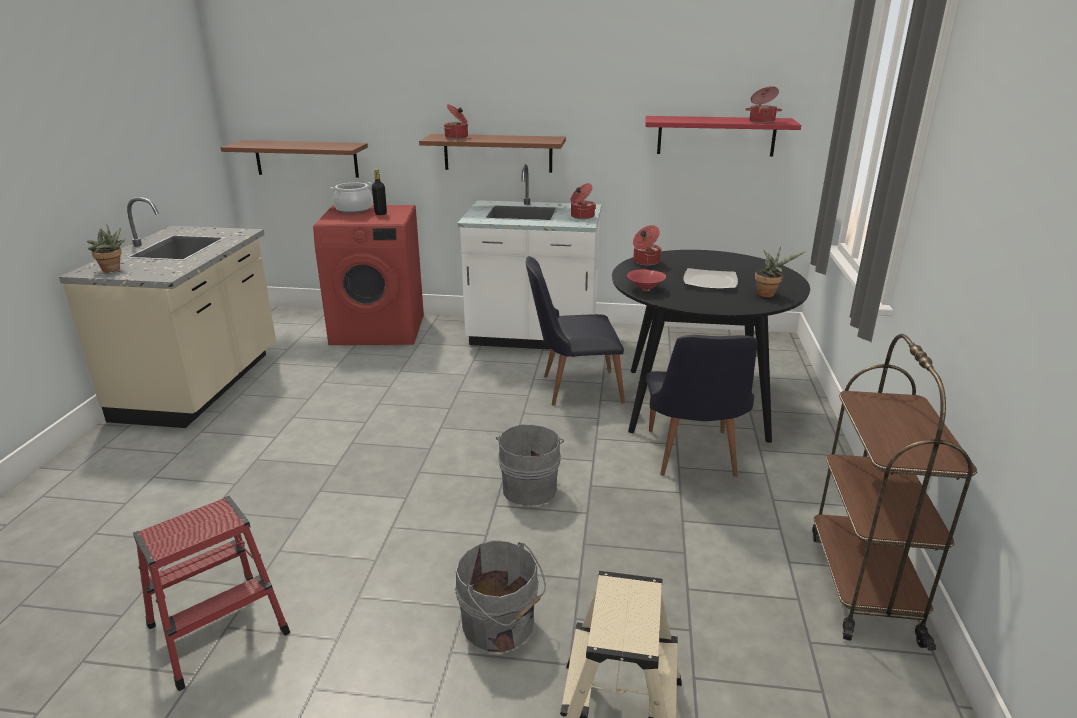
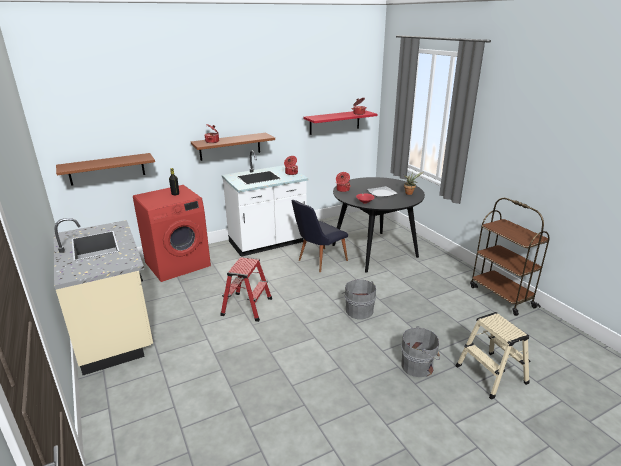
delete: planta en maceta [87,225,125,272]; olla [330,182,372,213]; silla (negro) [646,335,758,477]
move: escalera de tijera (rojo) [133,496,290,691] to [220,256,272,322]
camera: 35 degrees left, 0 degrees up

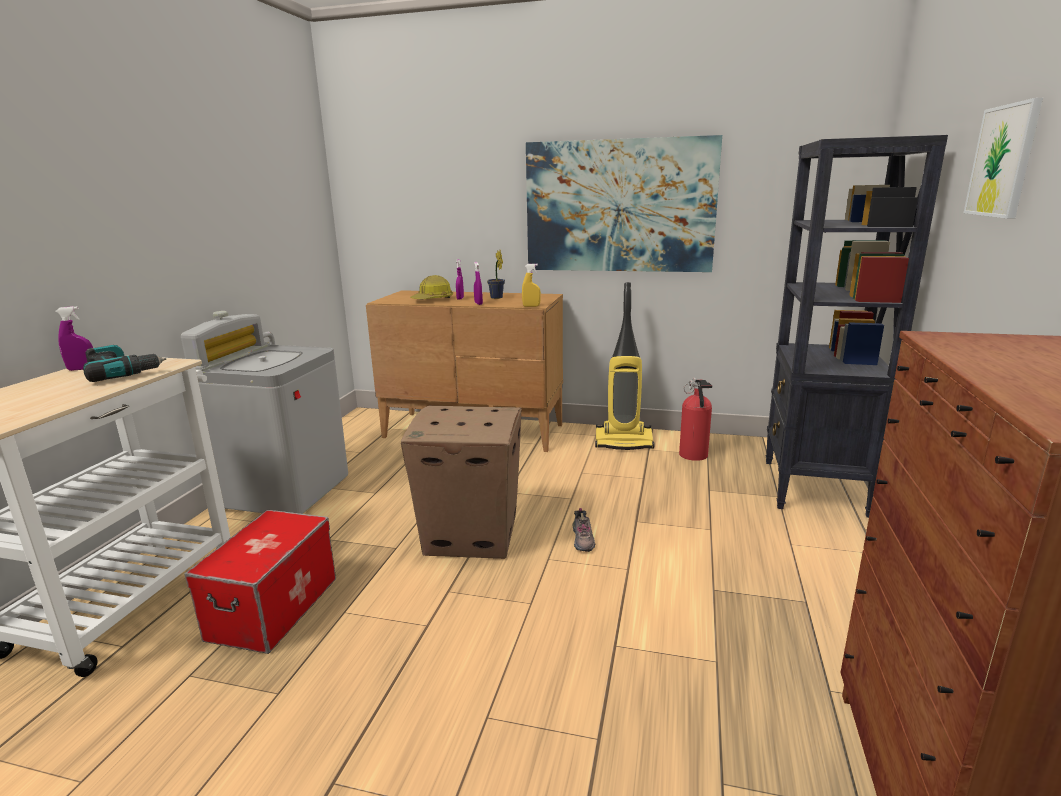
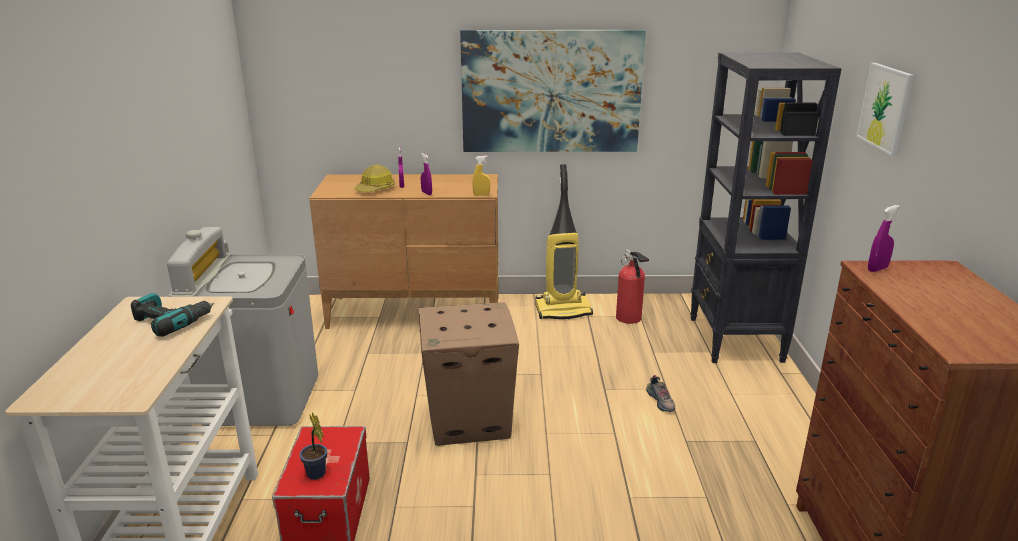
move: planta en maceta [487,250,505,299] to [299,412,327,480]; zapato [572,508,595,552] to [646,375,675,412]; pulverizador (morado) [55,306,93,371] to [868,205,900,272]
camera: 15 degrees left, 5 degrees up

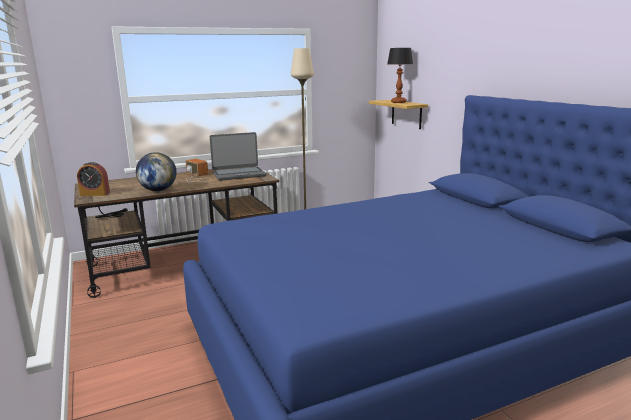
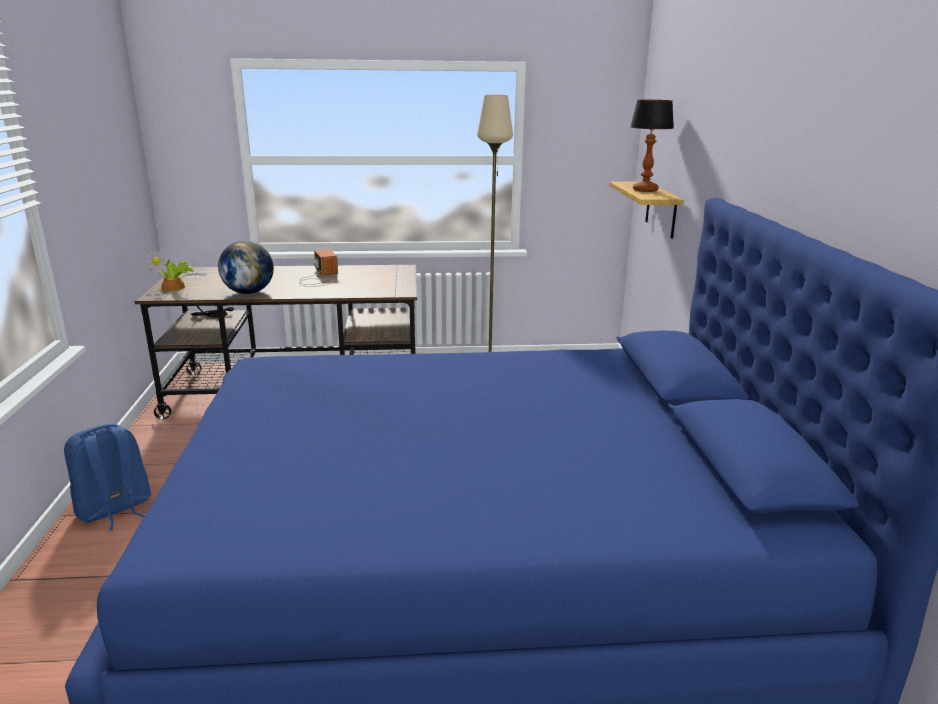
delete: portátil [210,132,266,181]
insert: mochila (azul) [64,423,151,531]
replace: despertador [77,162,110,196] to planta en maceta [147,249,194,291]
camera: 20 degrees right, 5 degrees up

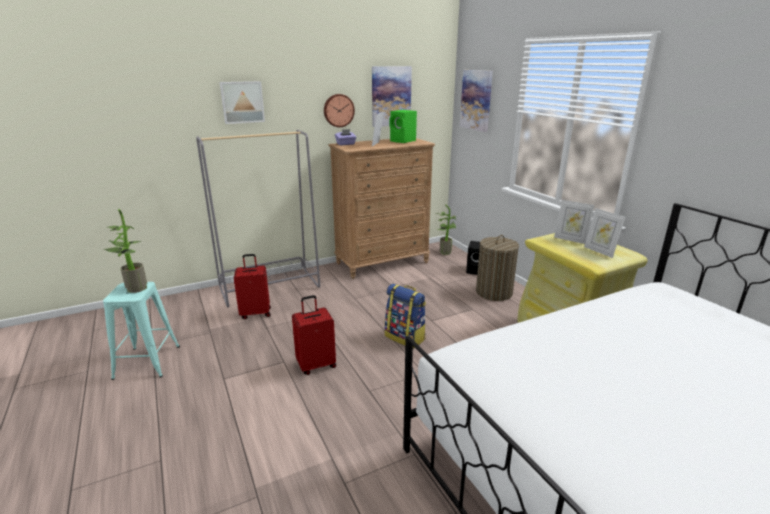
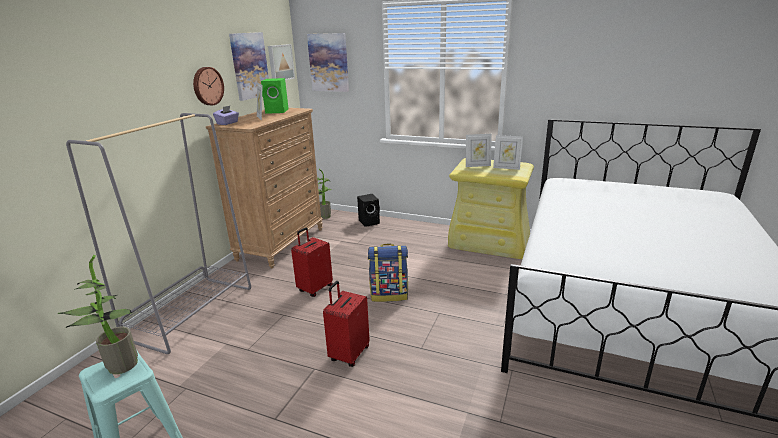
delete: cesto de la ropa [476,235,519,301]
move: cuadro [220,81,265,124] to [268,44,295,80]; maleta (rojo) [234,254,271,319] to [291,228,333,297]
camera: 40 degrees left, 0 degrees up

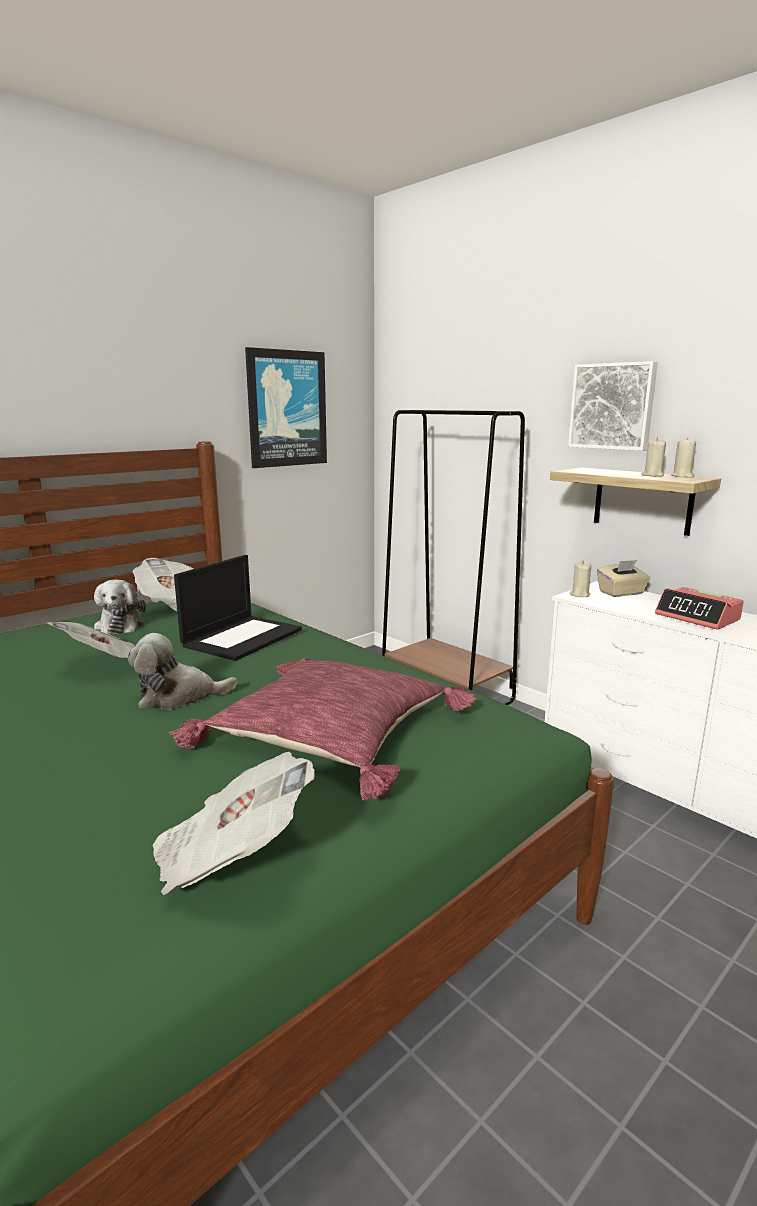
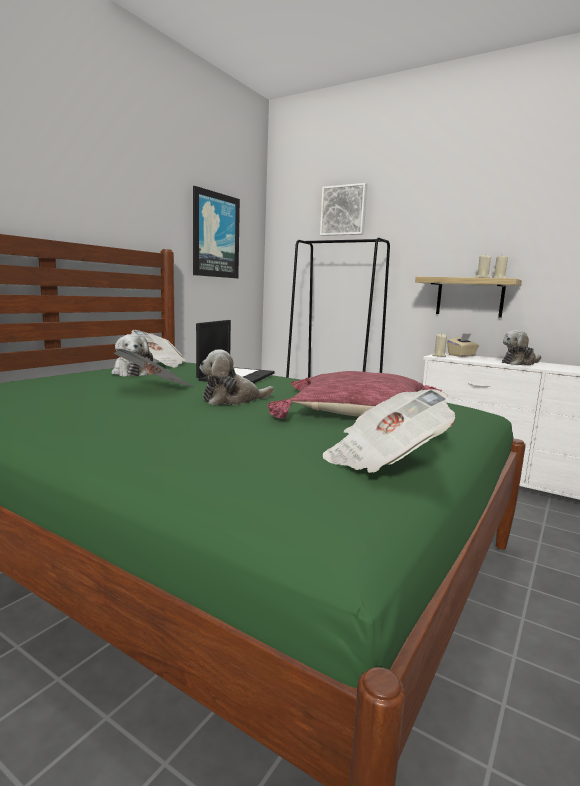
move: cuadro [568,361,658,451] to [320,183,367,236]
replace: despertador [655,587,744,630] to peluche [502,330,541,366]
camera: 15 degrees left, 5 degrees down

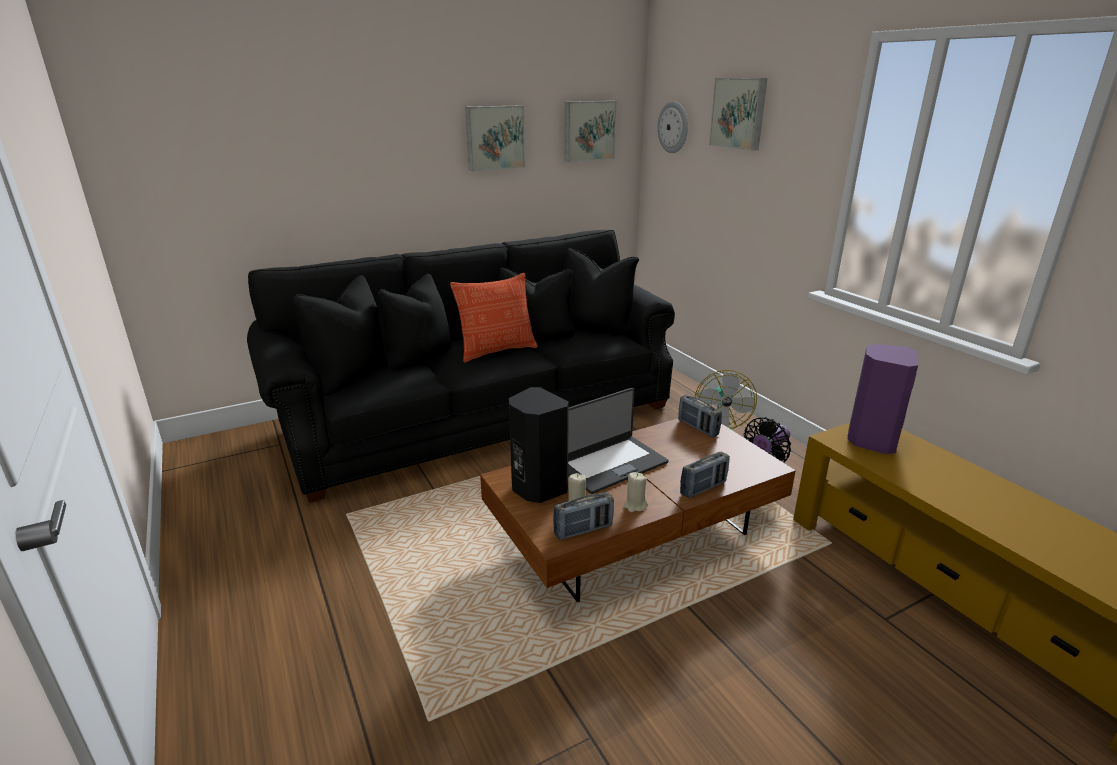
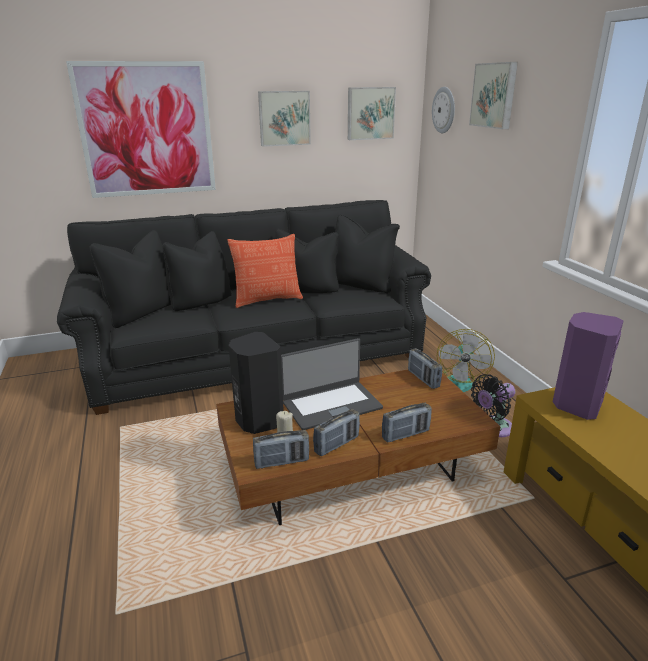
insert: cuadro [66,61,216,198]
replace: vela (beis) [624,472,648,512] to radio [313,409,360,456]
camera: 10 degrees right, 0 degrees up

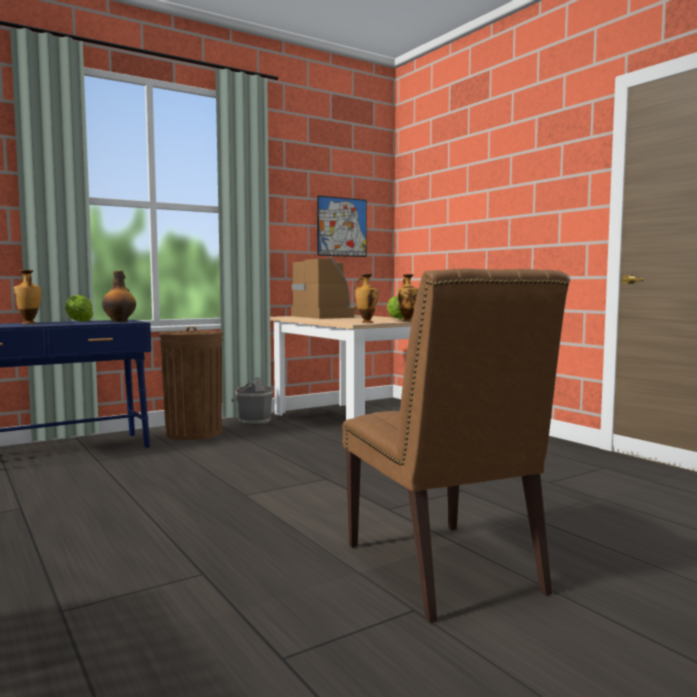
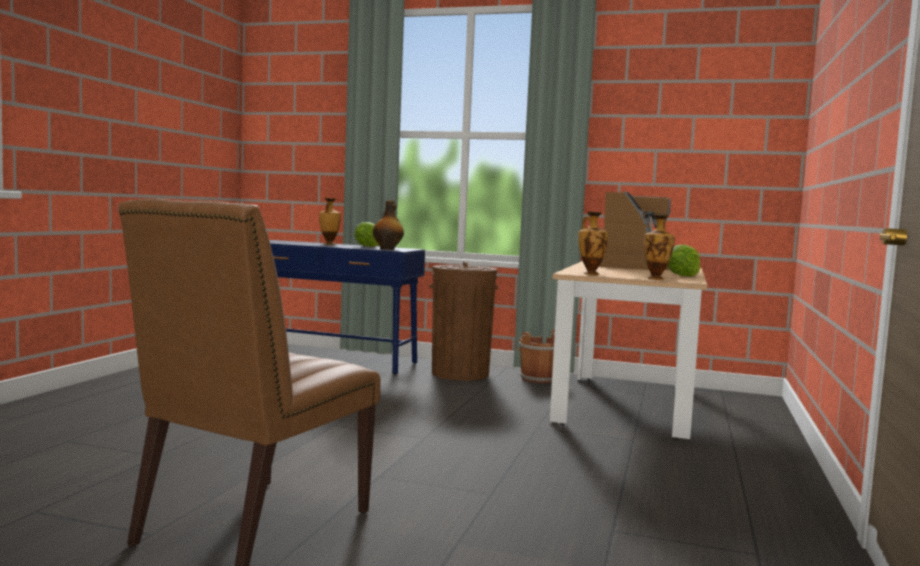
delete: cuadro [317,196,367,257]
recolor: cubo (gris) [231,378,273,425] to cubo (marrón) [516,330,555,383]
camera: 50 degrees right, 0 degrees up

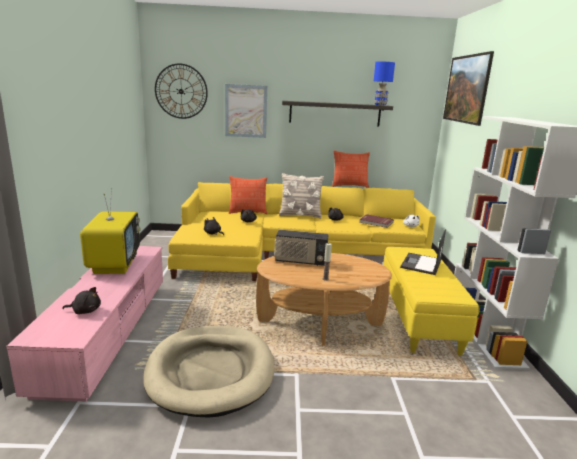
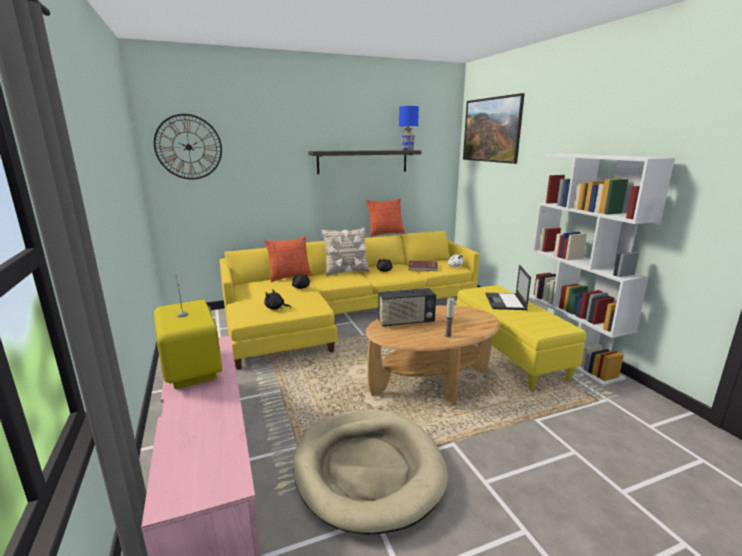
delete: peluche (negro) [62,287,101,314]; cuadro [225,84,268,138]
camera: 20 degrees left, 0 degrees up

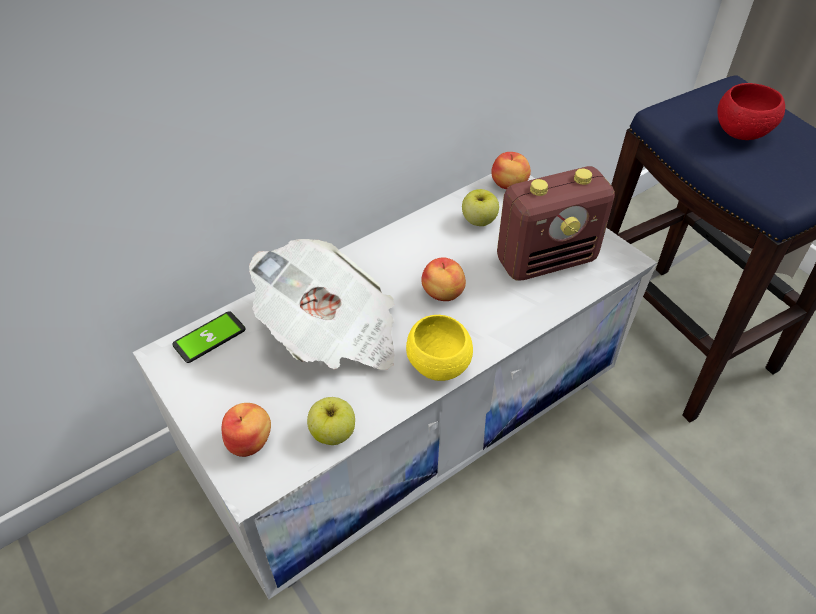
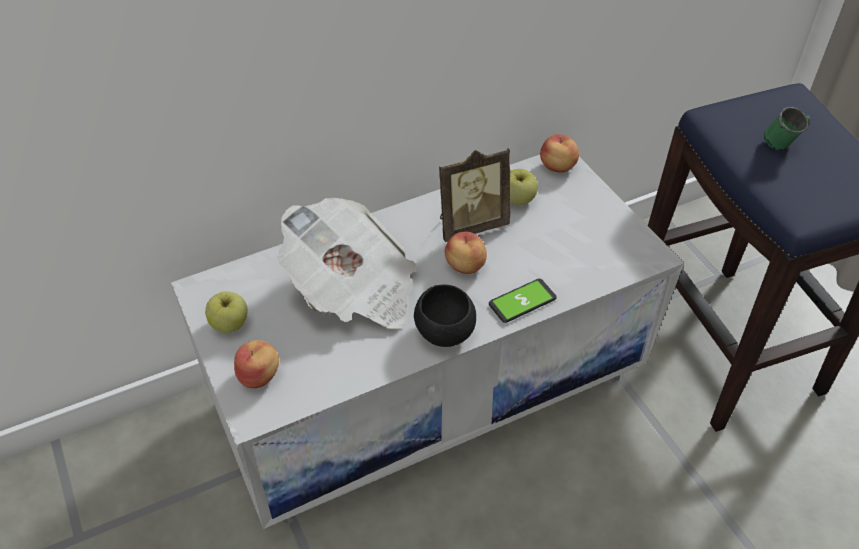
delete: radio [497,166,615,280]
insert: portarretratos [439,148,510,242]
move: manzana [307,397,355,445] to [205,291,248,333]; móvil [172,311,246,363] to [489,279,557,323]
replace: cuenco (rojo) [717,83,785,140] to taza grande (verde) [763,107,810,150]
recolor: cuenco (amarillo) [406,315,473,381] to cuenco (negro) [414,284,476,347]
camera: 10 degrees right, 0 degrees up

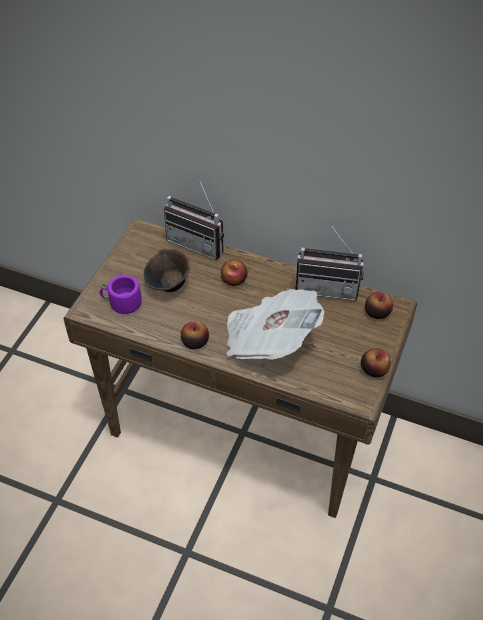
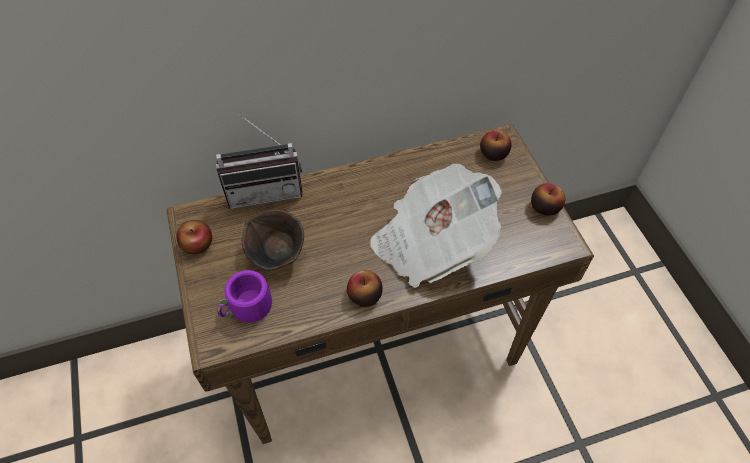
delete: radio [295,222,364,301]
move: manzana [221,259,247,286] to [177,220,212,254]
camera: 40 degrees left, 5 degrees up

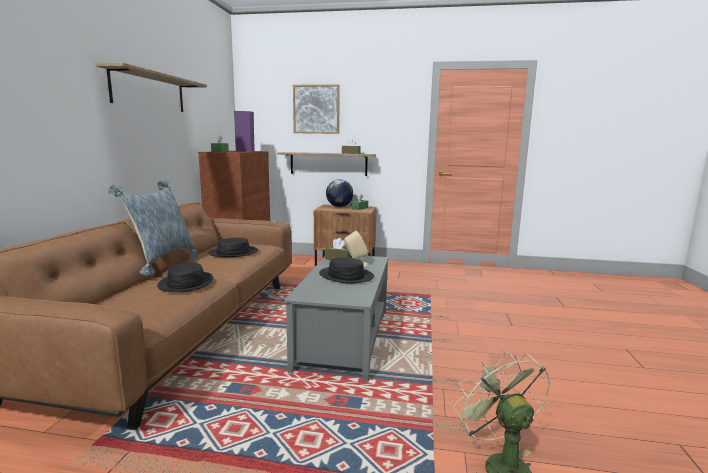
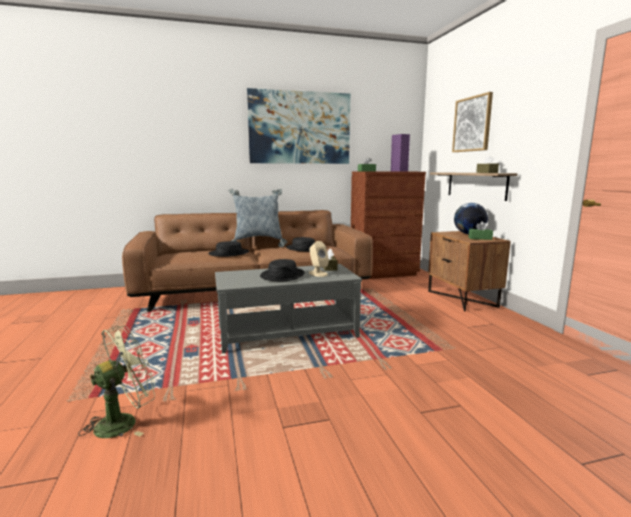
replace: estante [96,63,207,112] to cuadro [247,88,350,164]
camera: 65 degrees right, 0 degrees up

